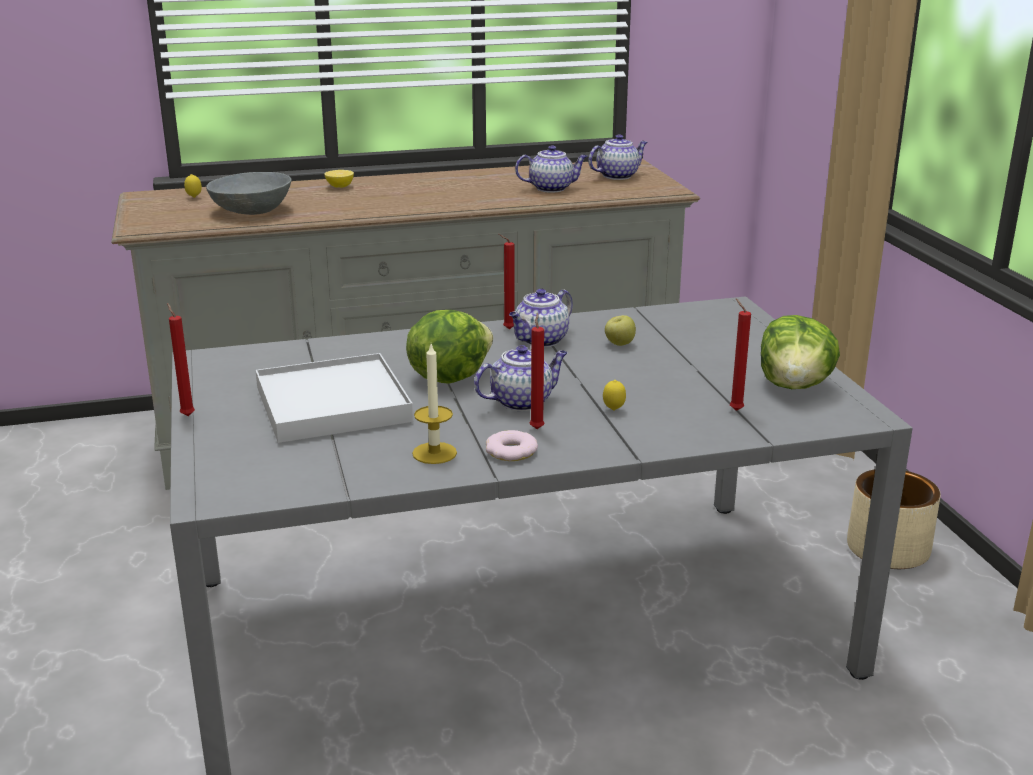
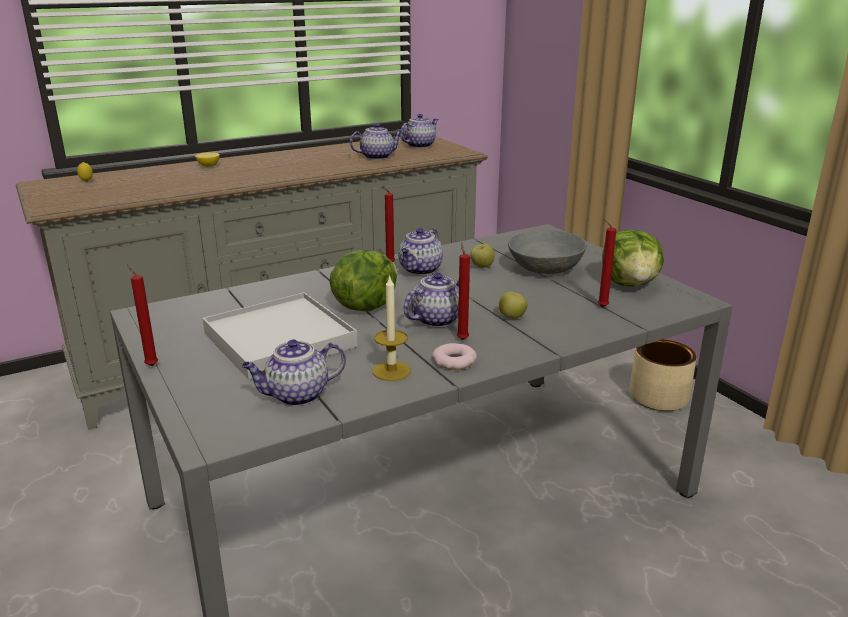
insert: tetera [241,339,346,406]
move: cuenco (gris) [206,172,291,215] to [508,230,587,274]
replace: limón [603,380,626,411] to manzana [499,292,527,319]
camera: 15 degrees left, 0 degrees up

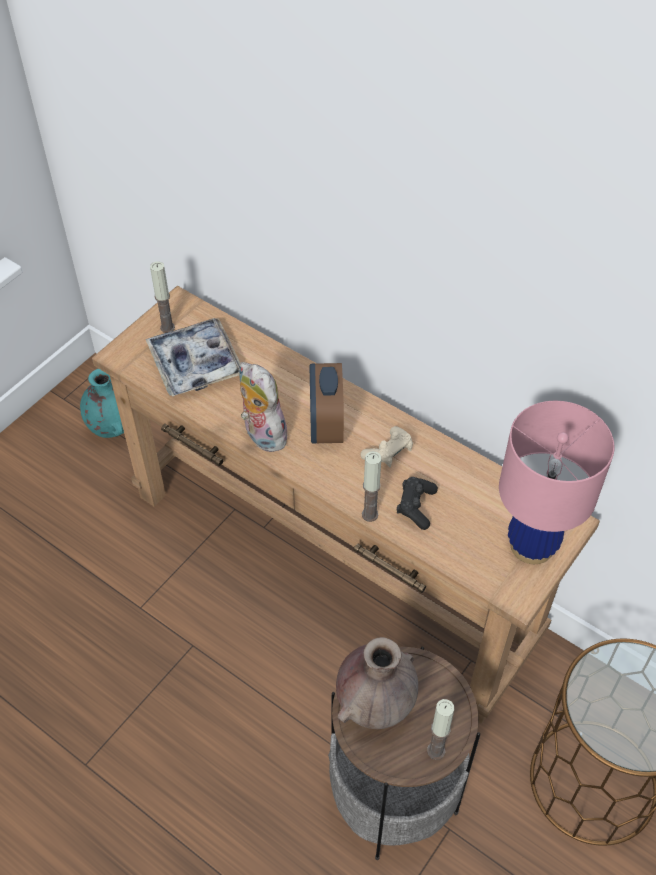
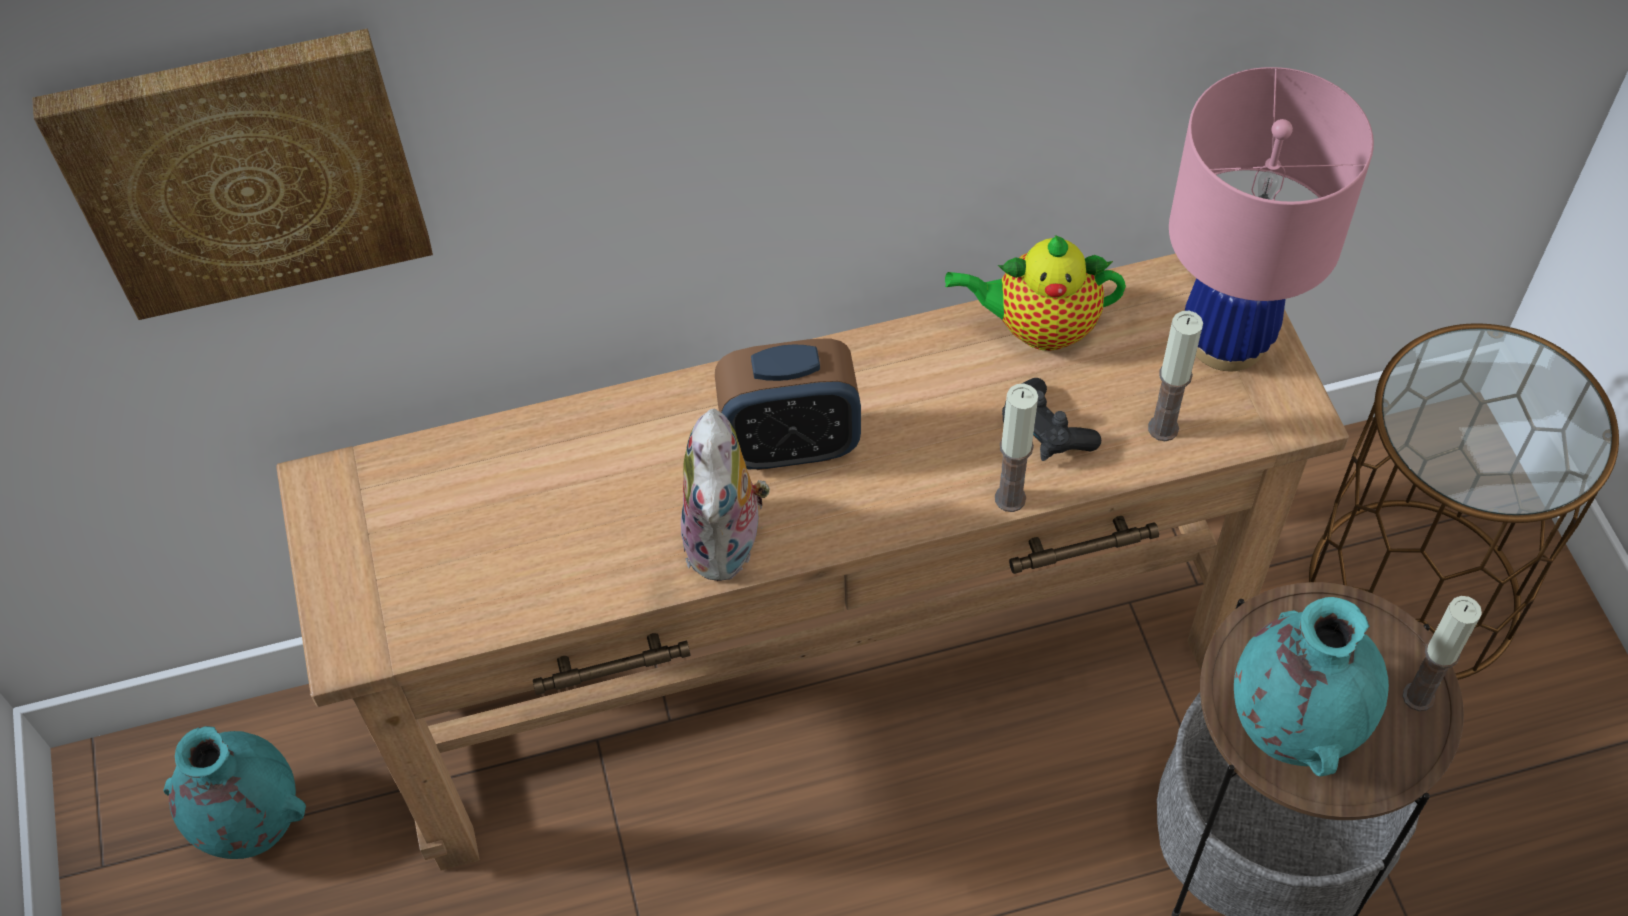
delete: bandeja [146,318,240,397]; mando de consola (beis) [360,426,413,467]
insert: cuadro [32,29,433,320]; tetera [945,235,1126,351]
move: vela [150,261,175,333] to [1148,311,1203,441]
recolor: florero (marrón) [336,637,418,729] to florero (turquesa) [1234,597,1389,776]
rotate: peluche [240,362,287,452] = [681,409,770,581] 90 degrees counterclockwise; despertador [309,363,344,444] = [715,338,861,470] 45 degrees counterclockwise
camera: 50 degrees left, 5 degrees up

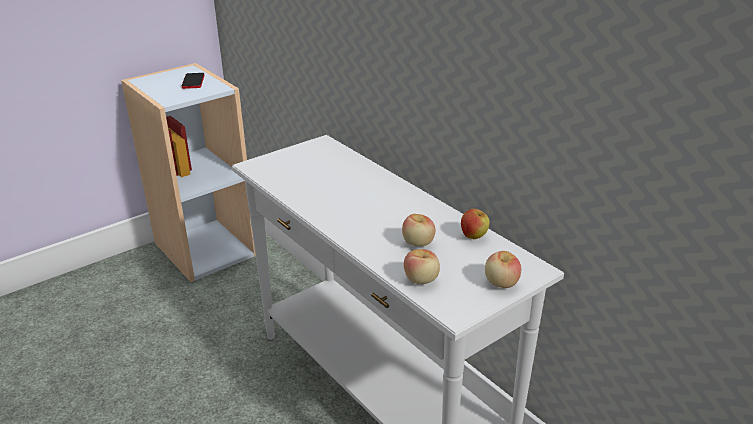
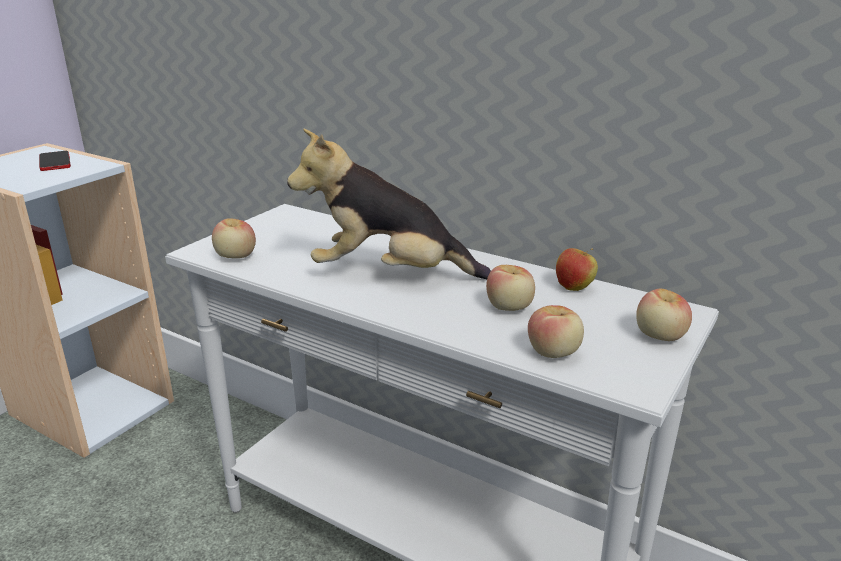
insert: manzana [212,218,256,258]; peluche [287,129,491,279]
camera: 20 degrees left, 5 degrees down

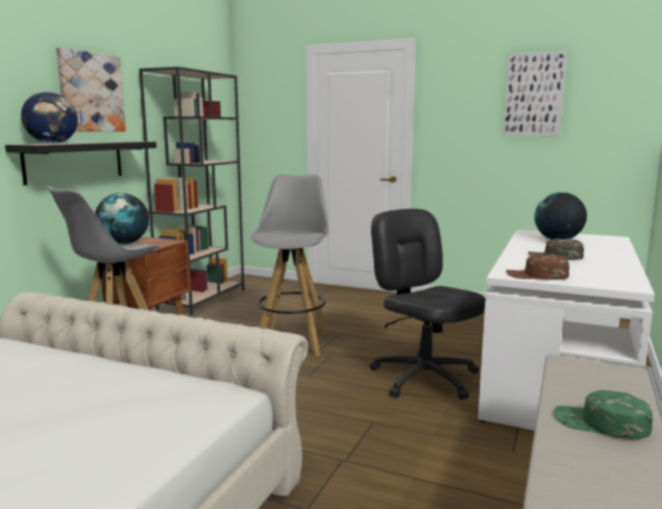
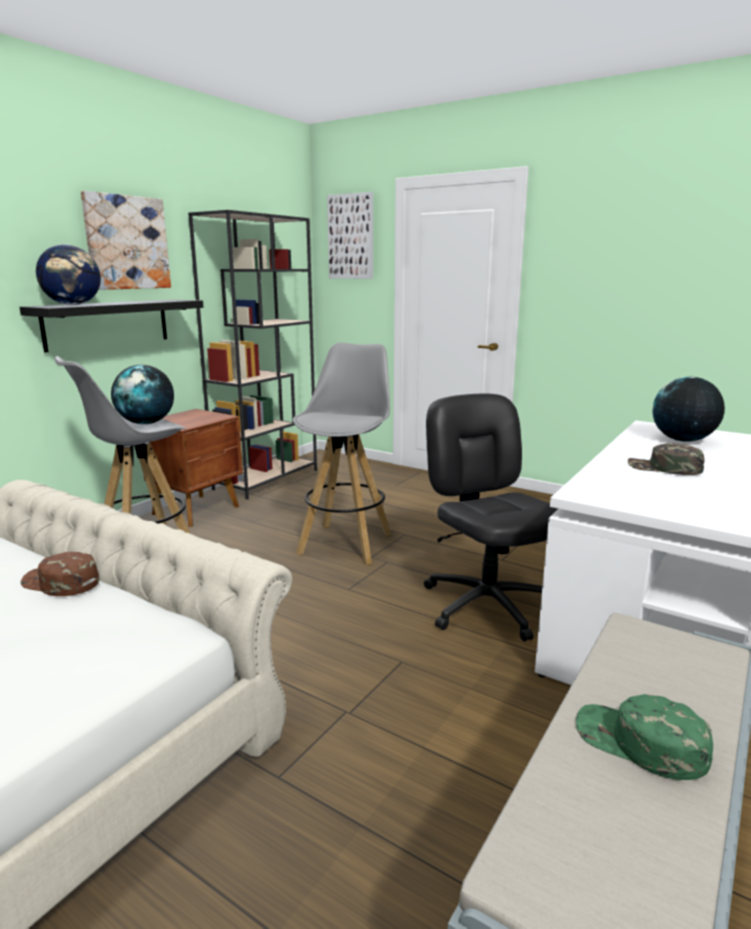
move: gorra (marrón) [506,254,569,280] to [21,552,99,596]; cuadro [503,51,567,136] to [327,192,373,279]
camera: 10 degrees right, 5 degrees up

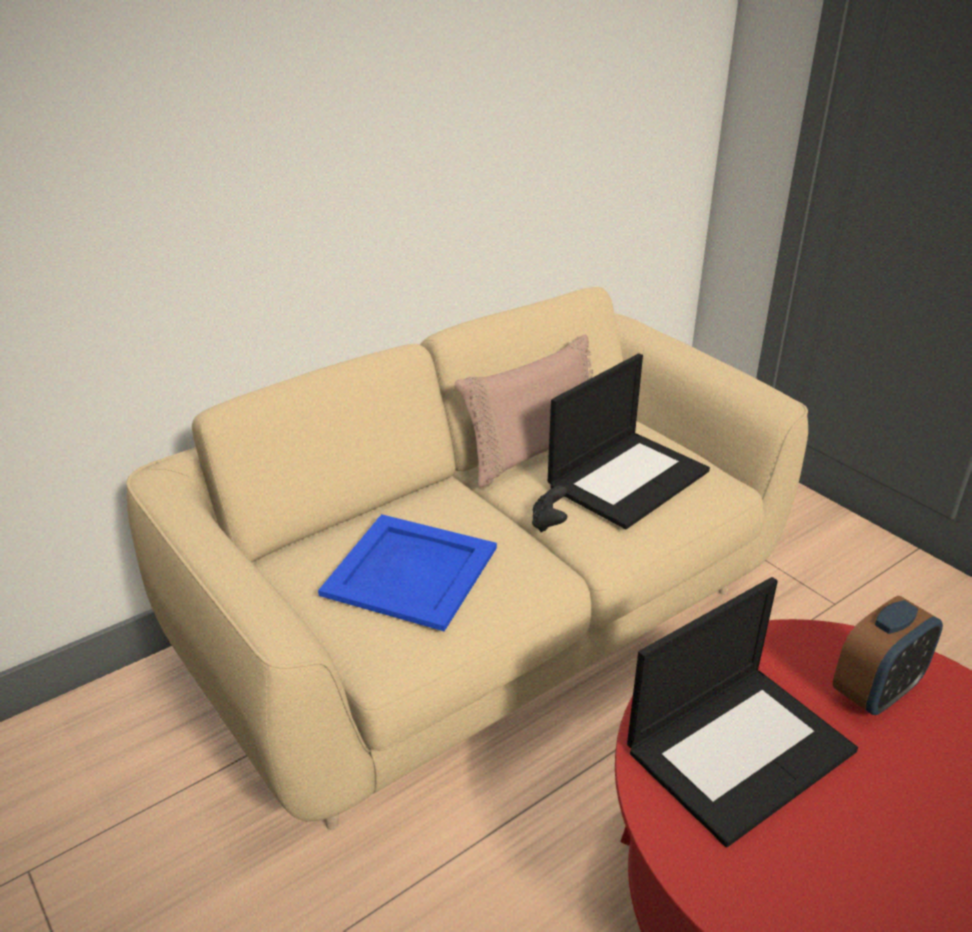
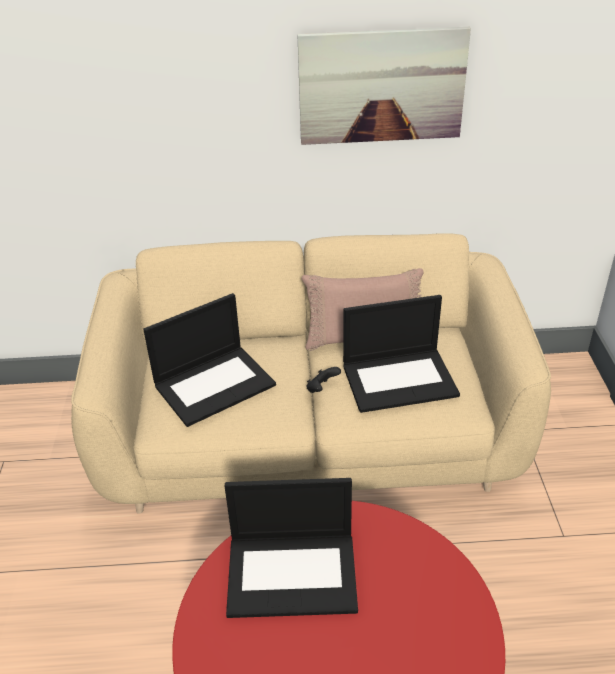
delete: despertador [833,596,943,716]
insert: cuadro [297,27,471,145]
replace: bandeja (azul) [318,514,497,631] to portátil [143,293,276,427]
camera: 35 degrees right, 5 degrees up

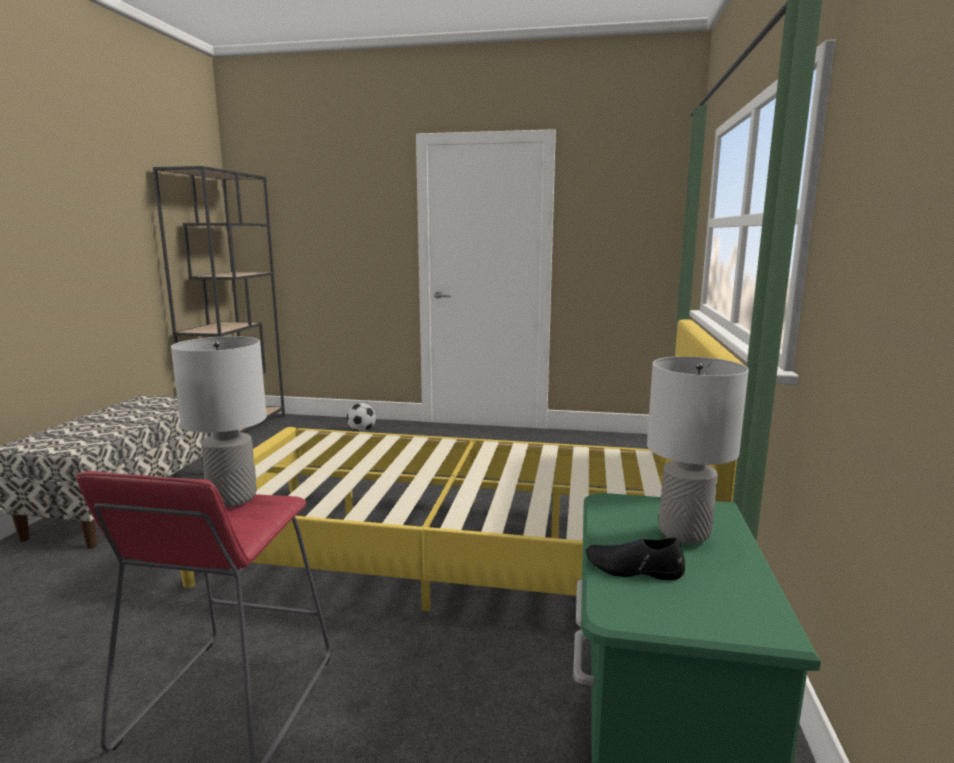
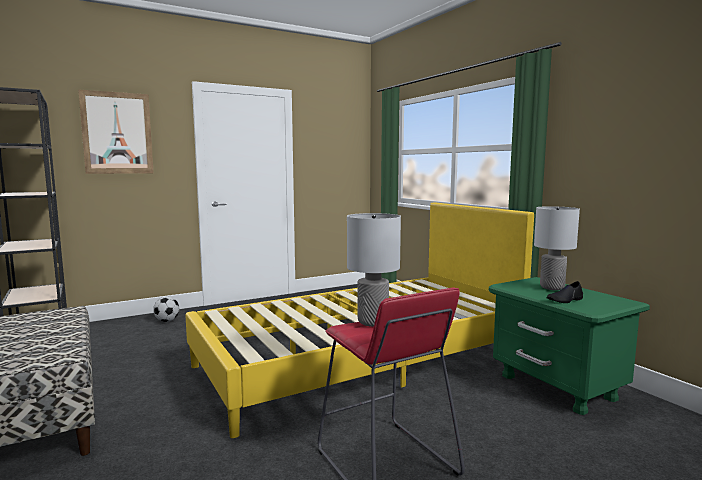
insert: cuadro [78,89,154,174]
camera: 40 degrees left, 5 degrees down

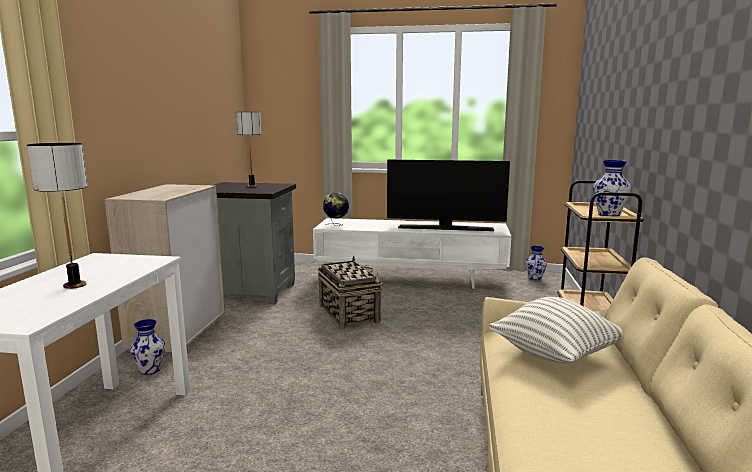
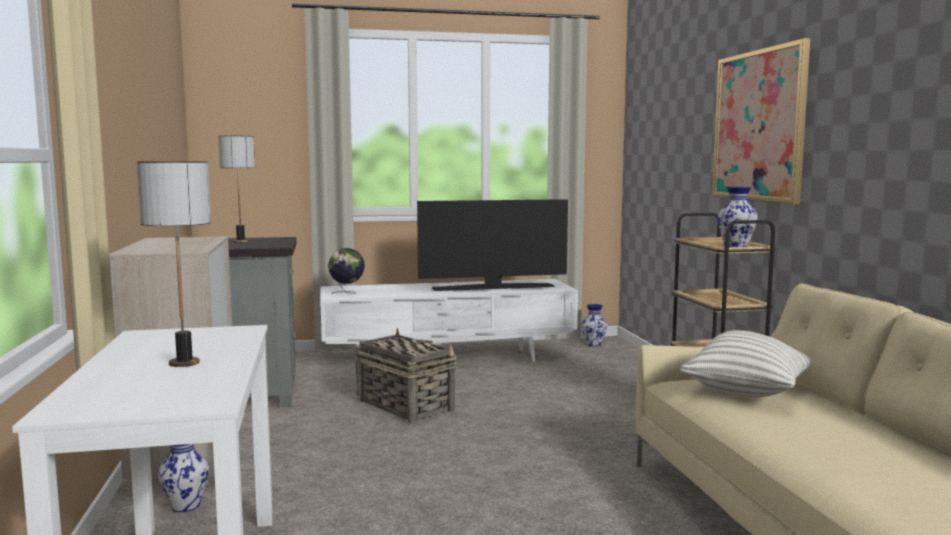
insert: cuadro [712,38,810,204]
camera: 20 degrees left, 5 degrees down

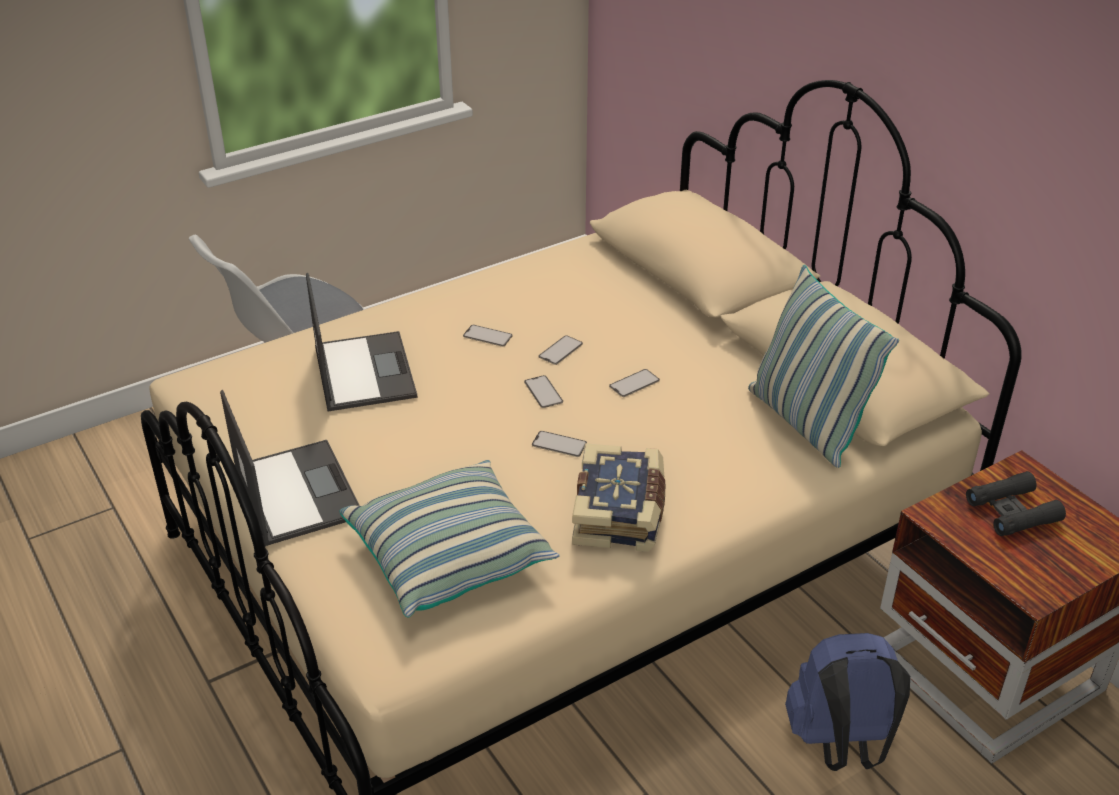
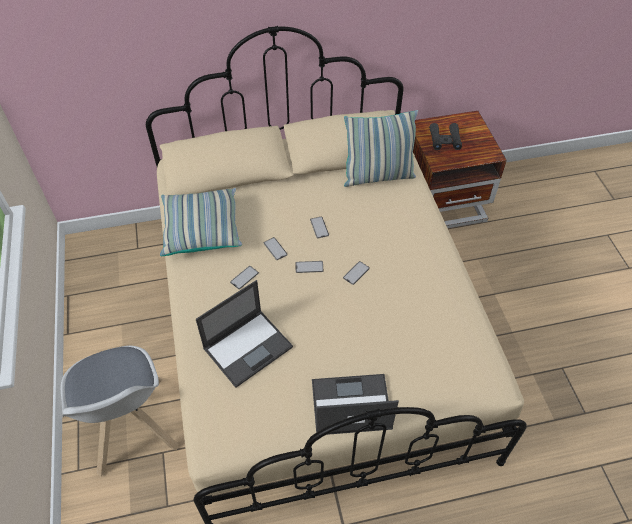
delete: libro [572,443,665,552]; mochila (azul) [785,633,910,771]
move: cojín [340,460,560,617] to [160,188,242,256]
rotate: portátil [306,273,417,411] = [196,280,293,388] 135 degrees clockwise
camera: 70 degrees left, 15 degrees up

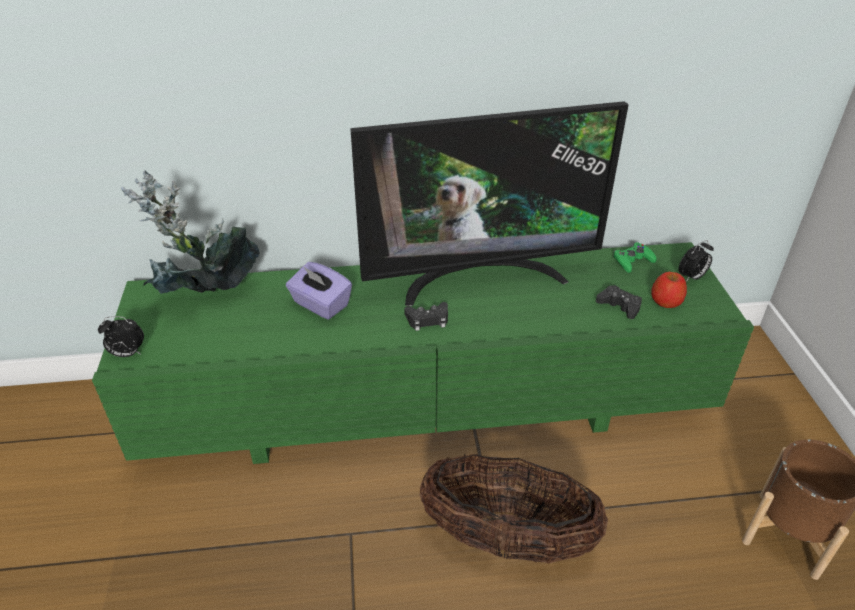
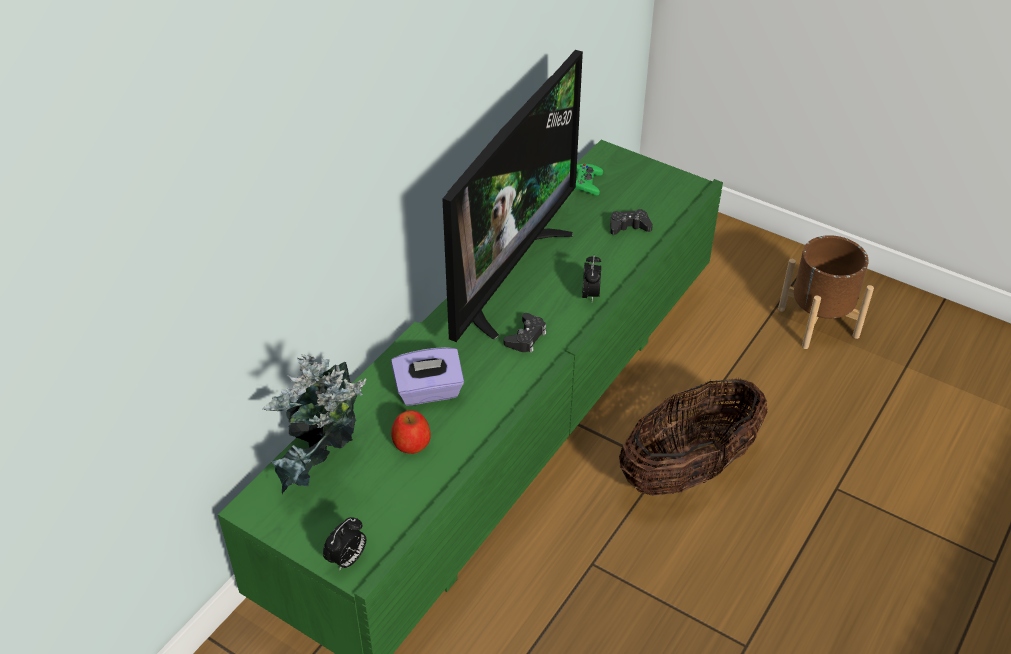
move: manzana [651,272,687,308] to [391,410,431,454]; despertador [679,240,714,282] to [582,255,601,302]
camera: 50 degrees left, 5 degrees up

